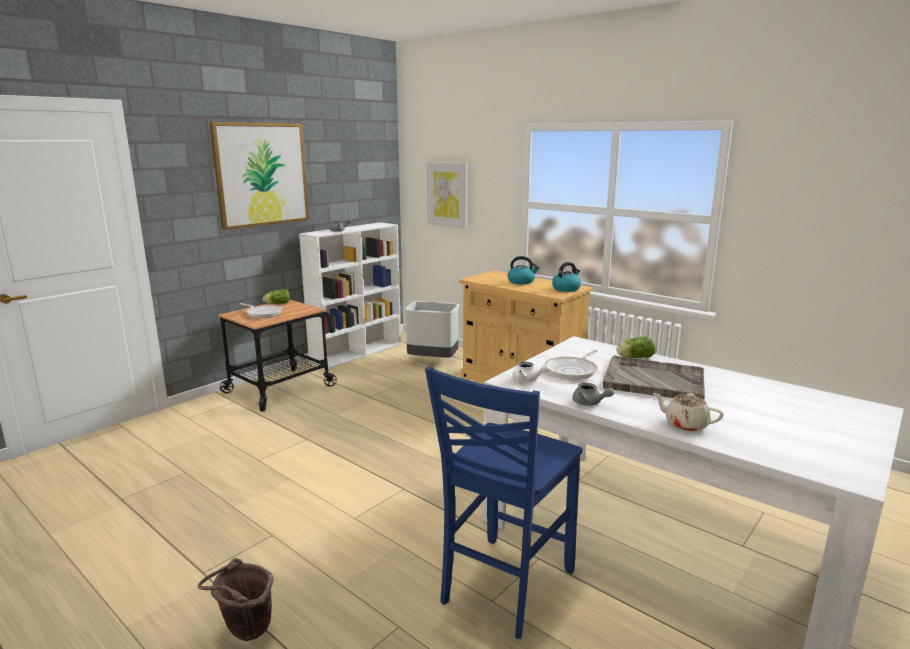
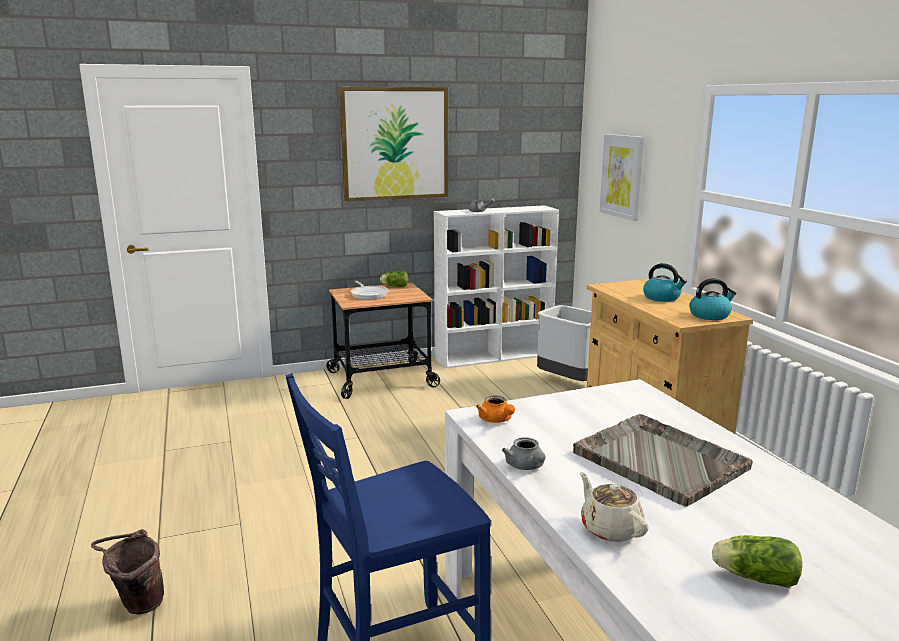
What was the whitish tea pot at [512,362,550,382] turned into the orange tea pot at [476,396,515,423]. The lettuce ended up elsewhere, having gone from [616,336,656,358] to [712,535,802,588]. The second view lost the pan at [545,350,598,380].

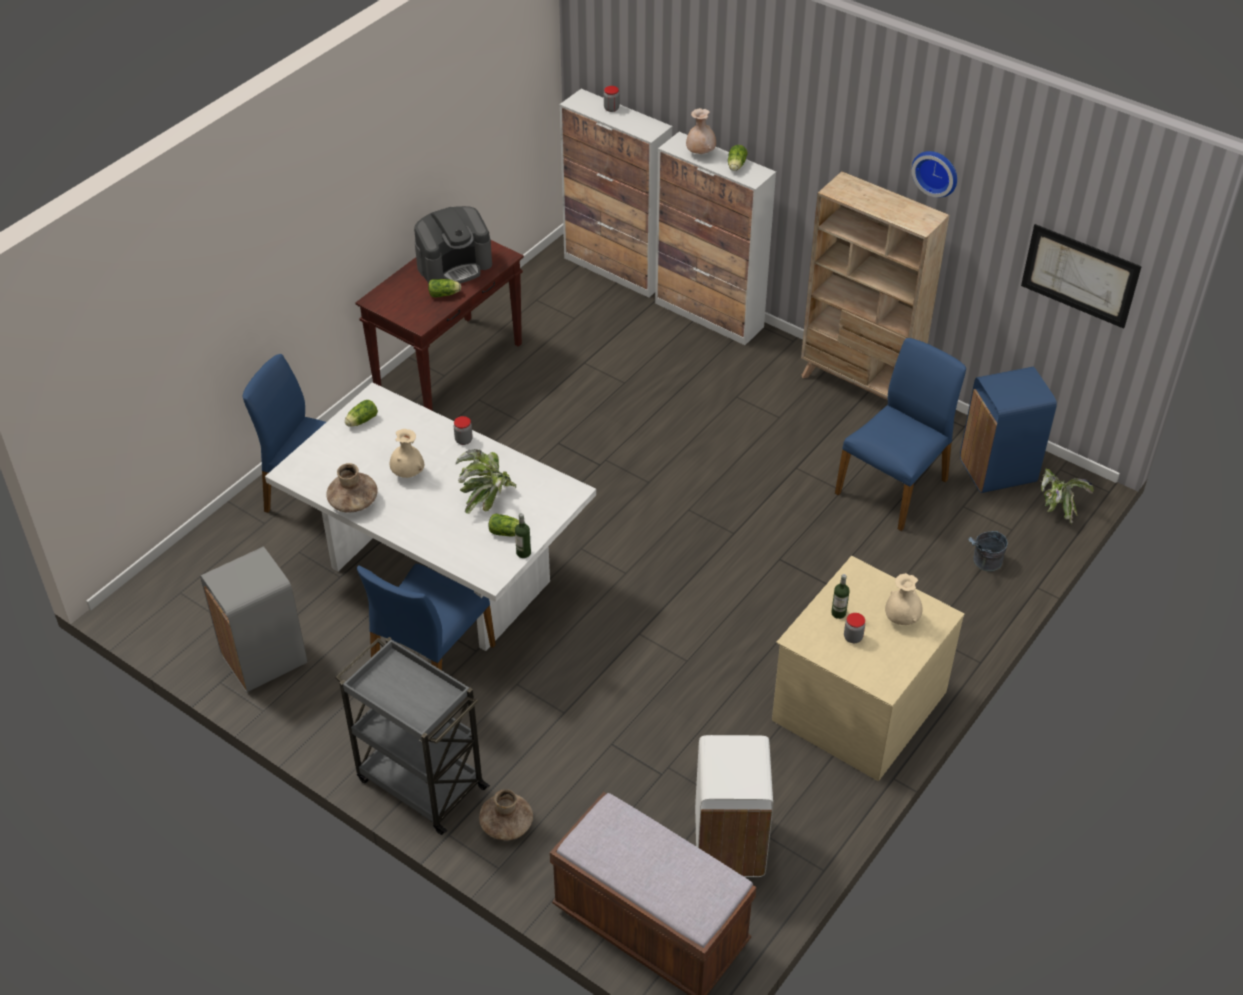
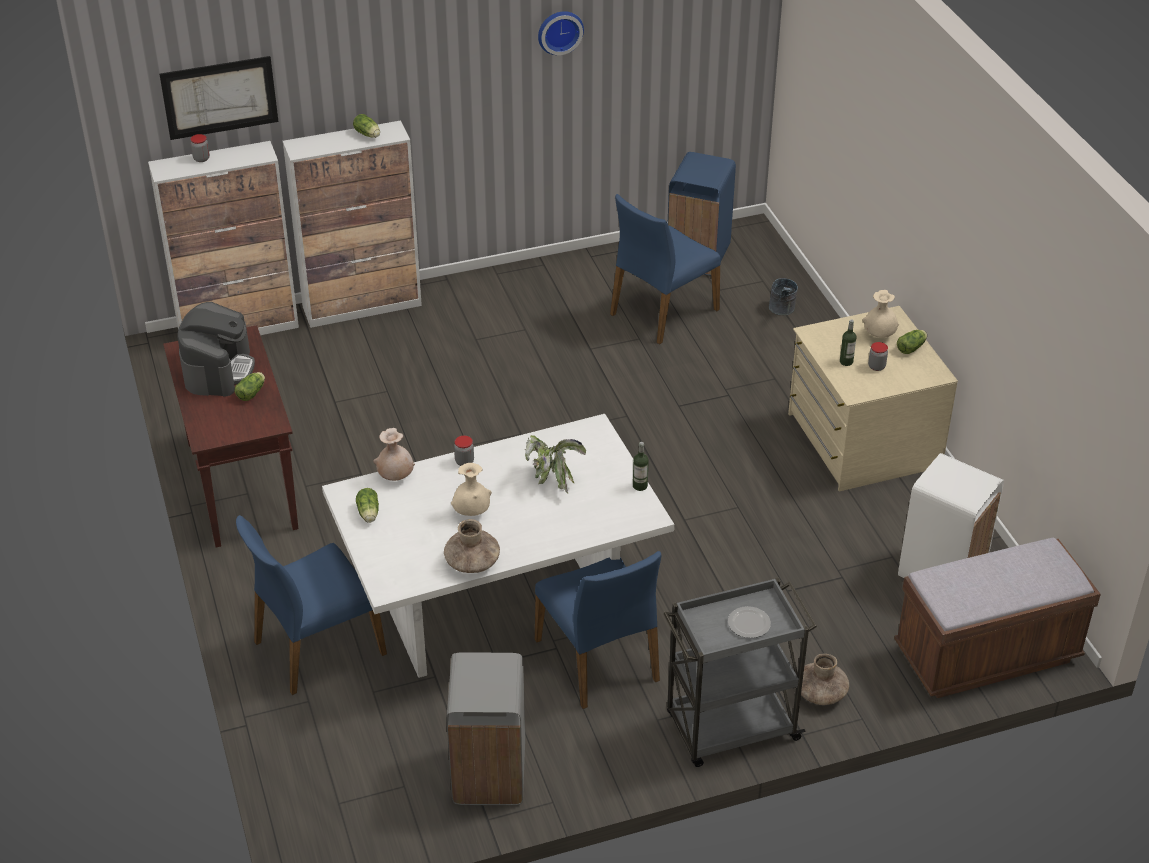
The wall picture ended up elsewhere, having gone from [1021,224,1142,329] to [159,56,278,140]. The beige vase ended up elsewhere, having gone from [686,108,716,154] to [374,428,415,481]. The bluish upright chair at [835,338,966,531] ended up facing another way, 120 degrees counterclockwise from before. The second view gained the plate at [728,606,771,638]. The lettuce ended up elsewhere, having gone from [488,514,519,536] to [897,330,927,354]. The second view lost the beige bookcase at [801,171,950,400]. The second view lost the houseplant at [1040,469,1094,524].

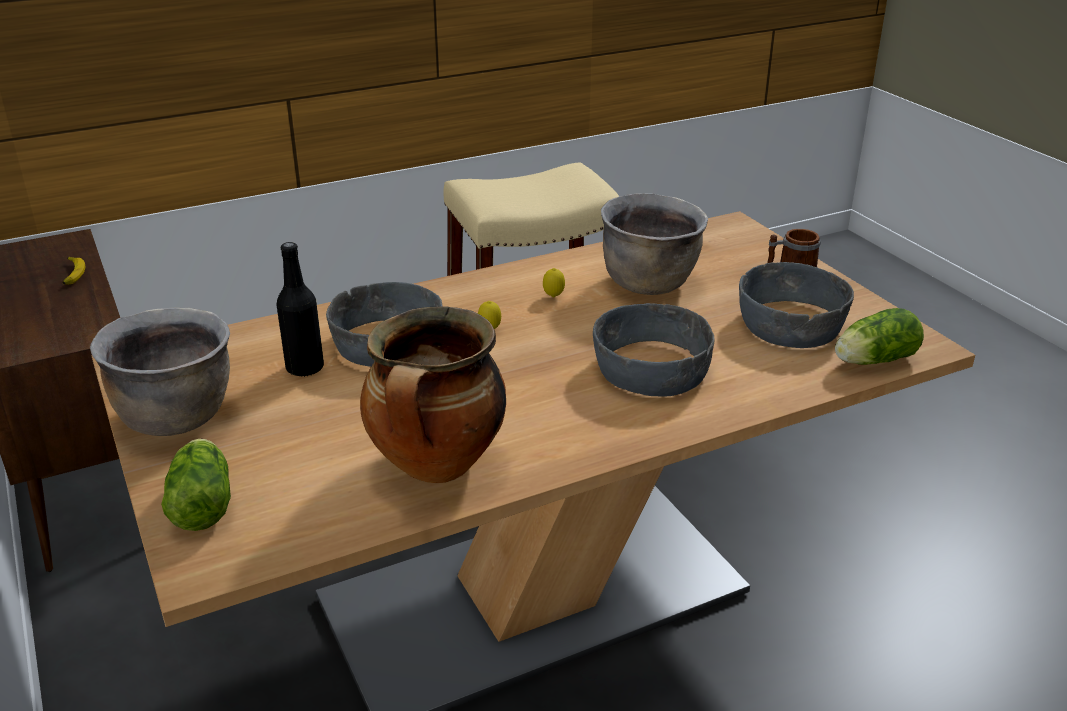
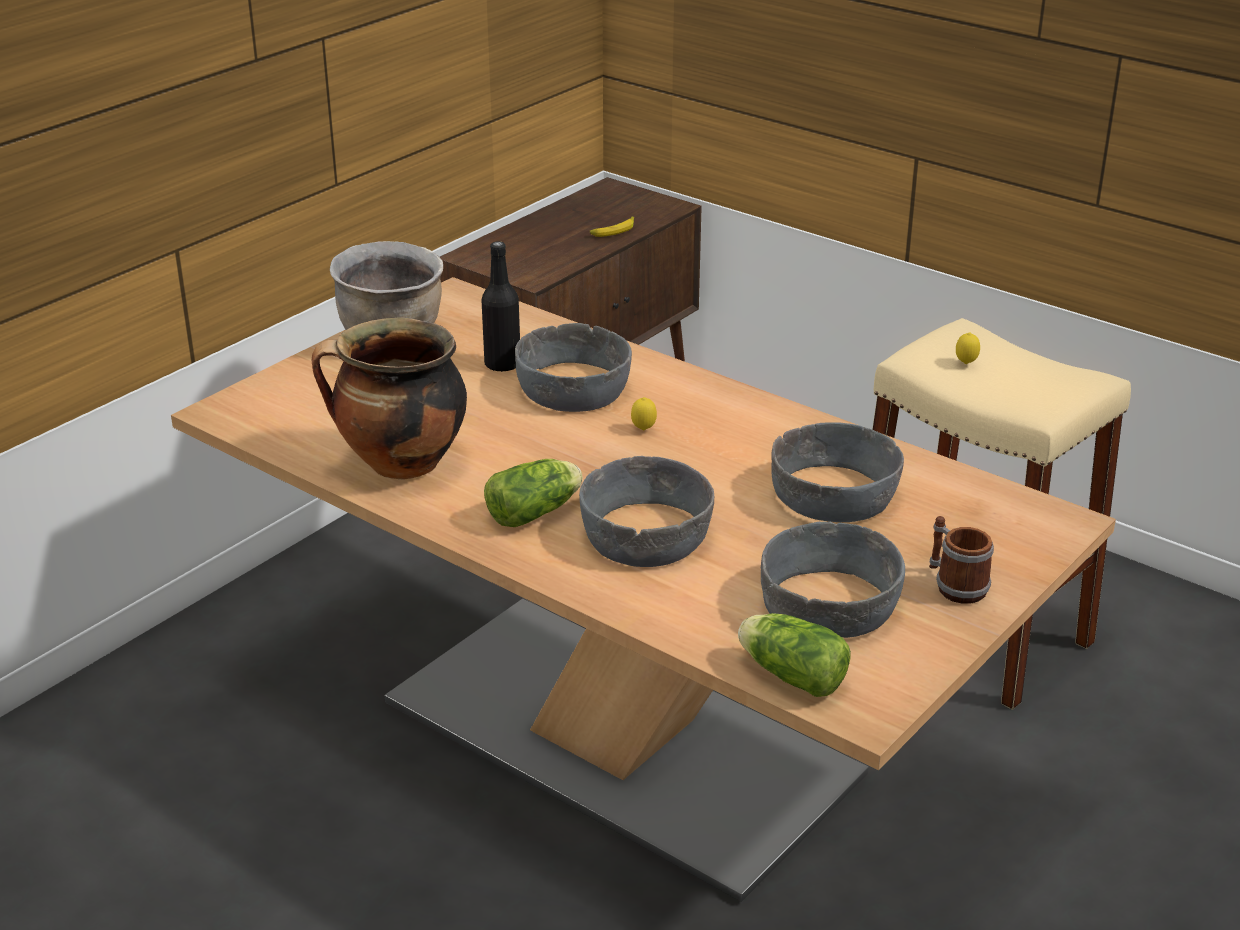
The lettuce ended up elsewhere, having gone from [161,439,231,531] to [484,459,583,527]. Where the brown-coloured stockpot stood at [601,193,708,295], the gray serving bowl came to stand at [771,422,904,522]. The lemon ended up elsewhere, having gone from [543,268,565,297] to [956,333,980,364].

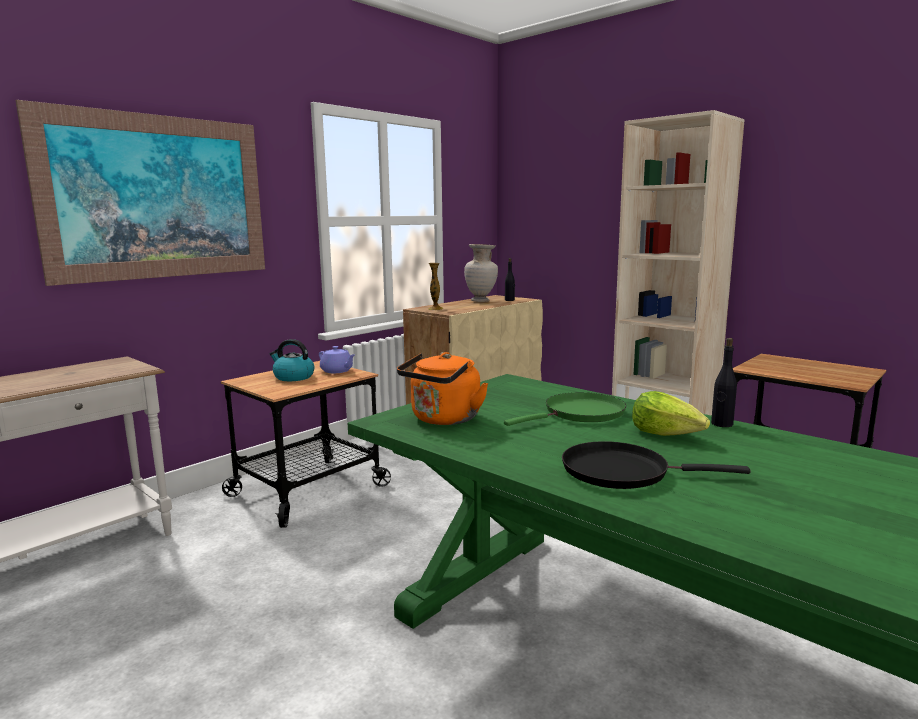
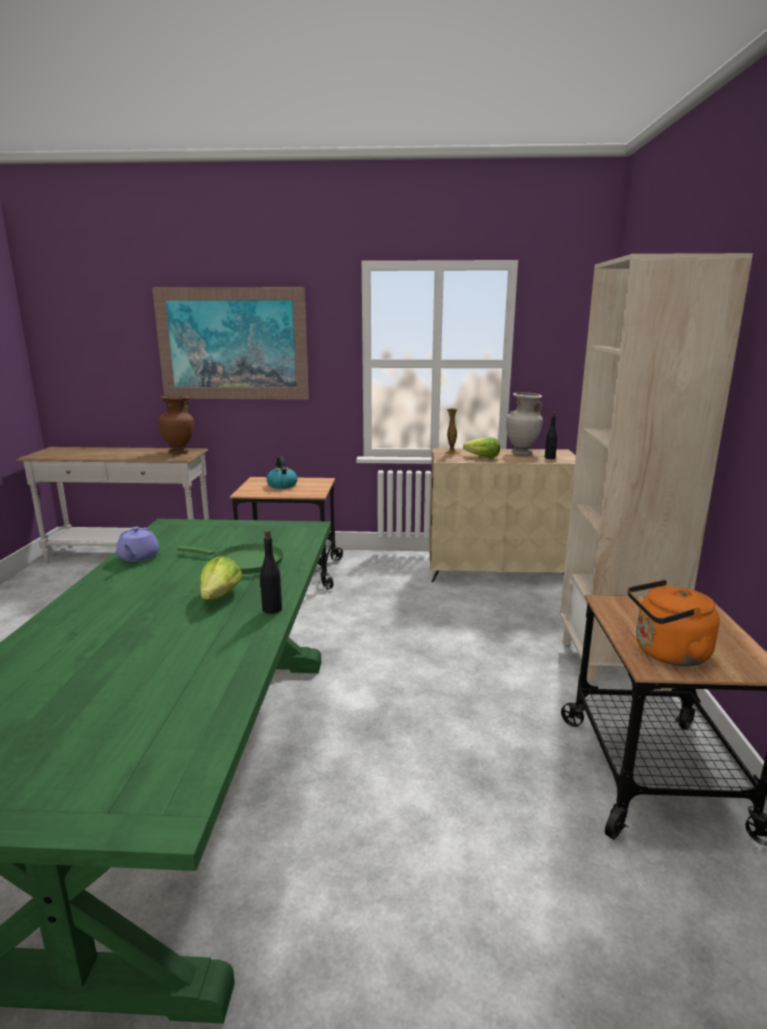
The purple-coloured tea pot ended up elsewhere, having gone from [319,346,355,373] to [116,527,159,562]. The second view gained the brown-coloured vase at [159,395,194,454]. The second view gained the lettuce at [463,437,500,458]. The orange tea kettle ended up elsewhere, having gone from [397,352,488,425] to [628,580,720,666]. The second view lost the black-coloured pan at [562,441,751,489].

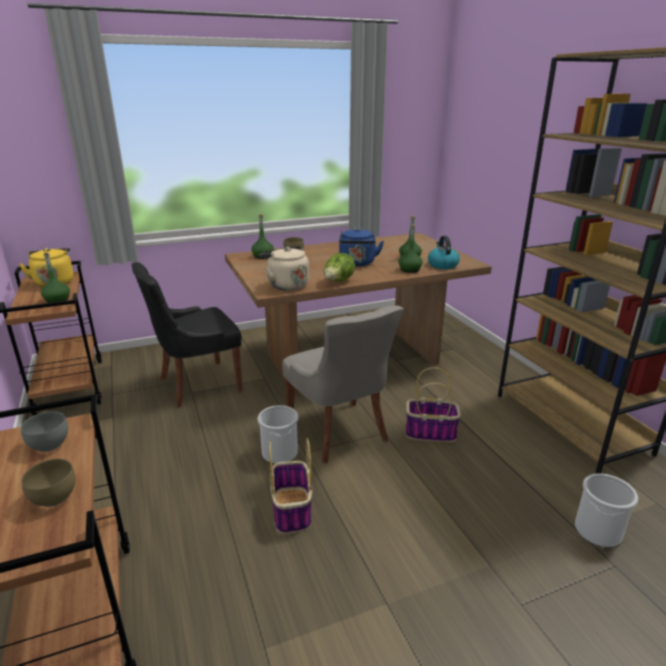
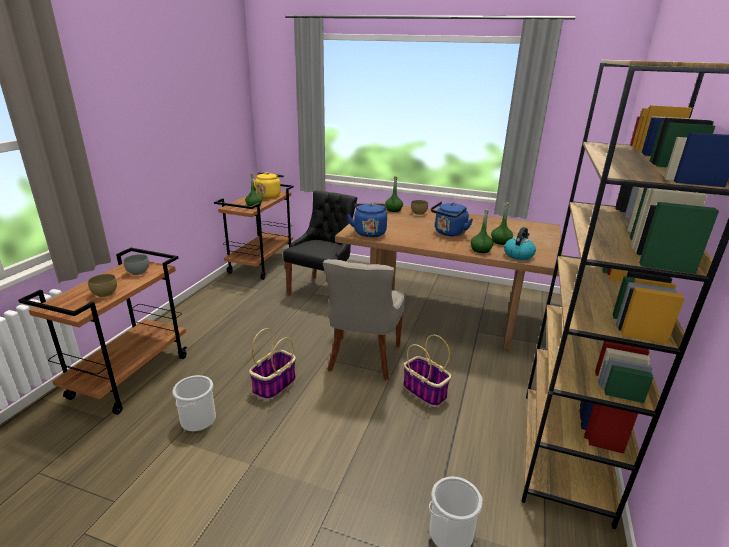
The water bucket ended up elsewhere, having gone from [257,405,298,464] to [172,375,216,432]. The black-coloured upright chair at [131,262,243,408] ended up facing another way, 105 degrees clockwise from before. What was the beige tea kettle at [259,246,309,291] turned into the bluish tea kettle at [347,203,387,237]. The second view lost the lettuce at [324,253,355,282].

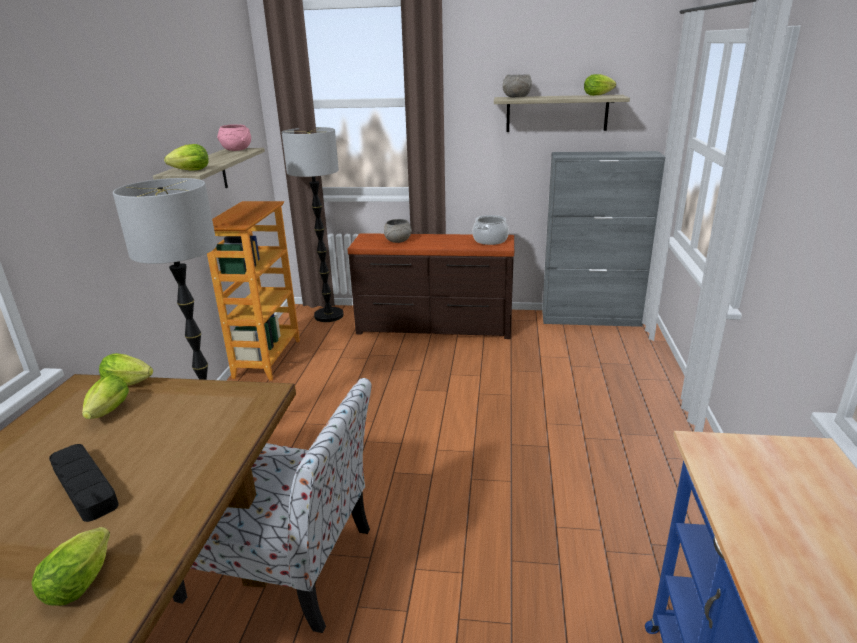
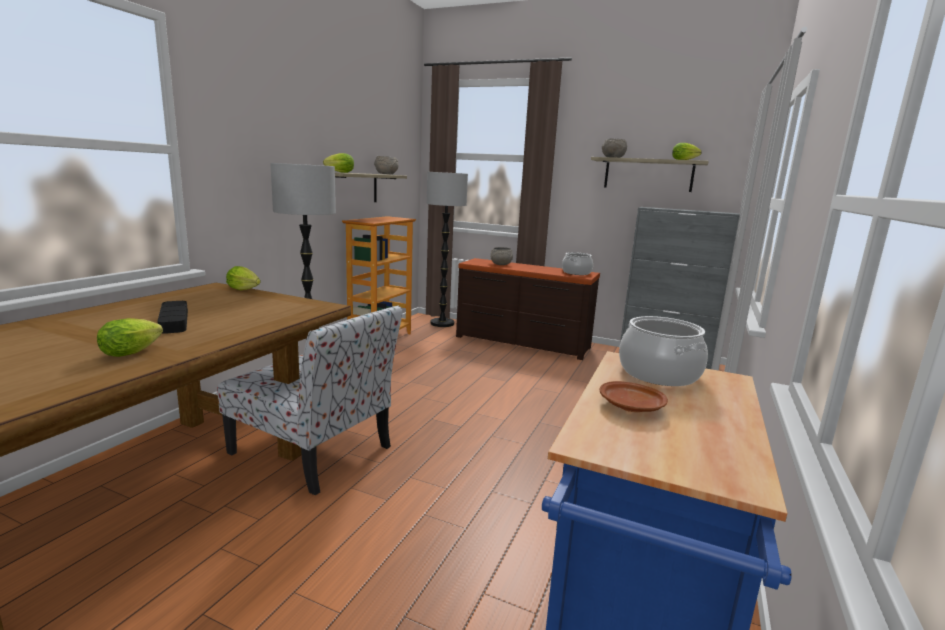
What was the pink-coloured serving bowl at [217,124,251,151] turned into the gray serving bowl at [374,156,399,175]. The second view gained the brown-coloured plate at [600,381,668,412]. The second view gained the stockpot at [619,316,708,386]. The second view lost the lettuce at [82,375,129,419].

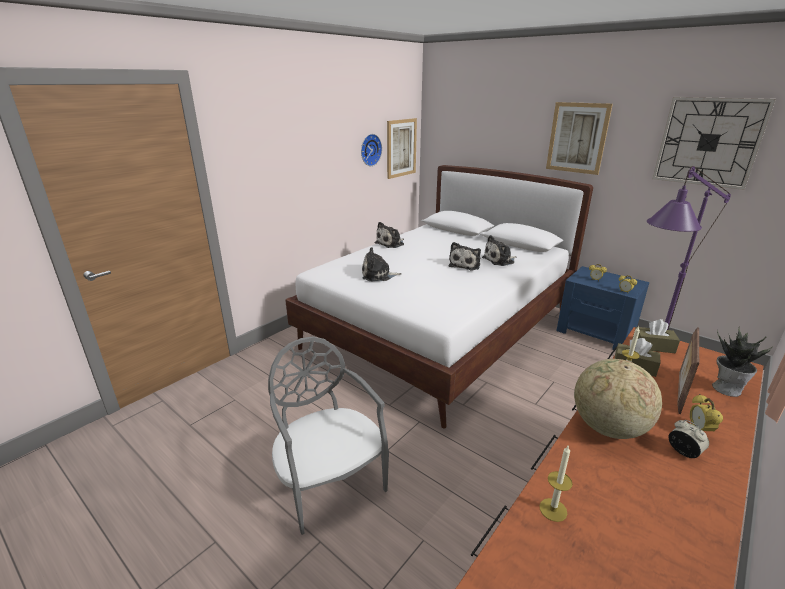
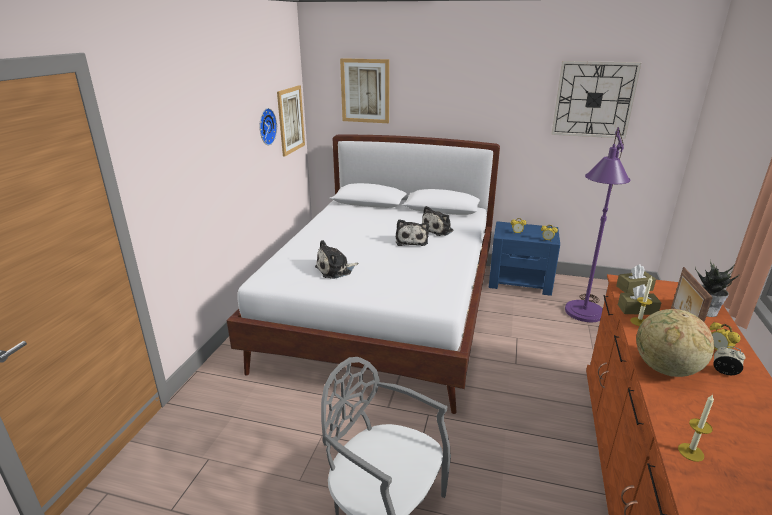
The wall picture ended up elsewhere, having gone from [546,102,613,175] to [340,58,389,123]. The second view lost the soft toy at [375,222,404,248].

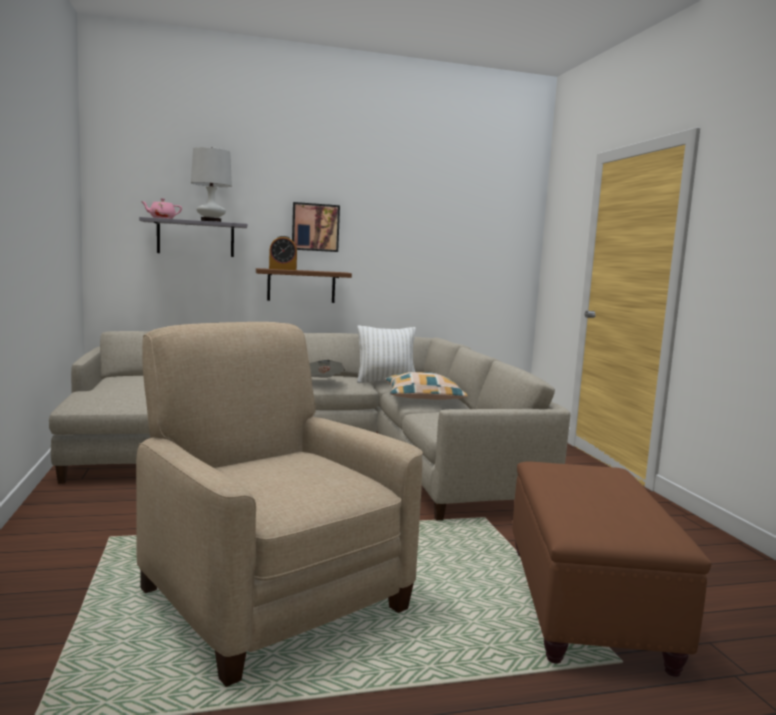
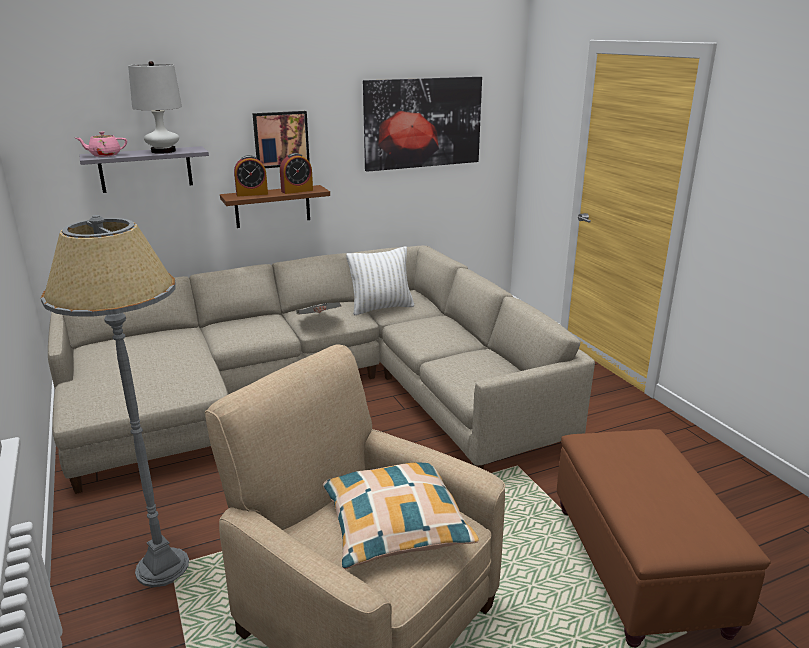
The second view gained the gray floor lamp at [41,215,189,587]. The second view gained the table clock at [280,153,313,194]. The pillow ended up elsewhere, having gone from [385,372,468,400] to [323,463,479,569]. The second view gained the wall picture at [363,77,482,172].

